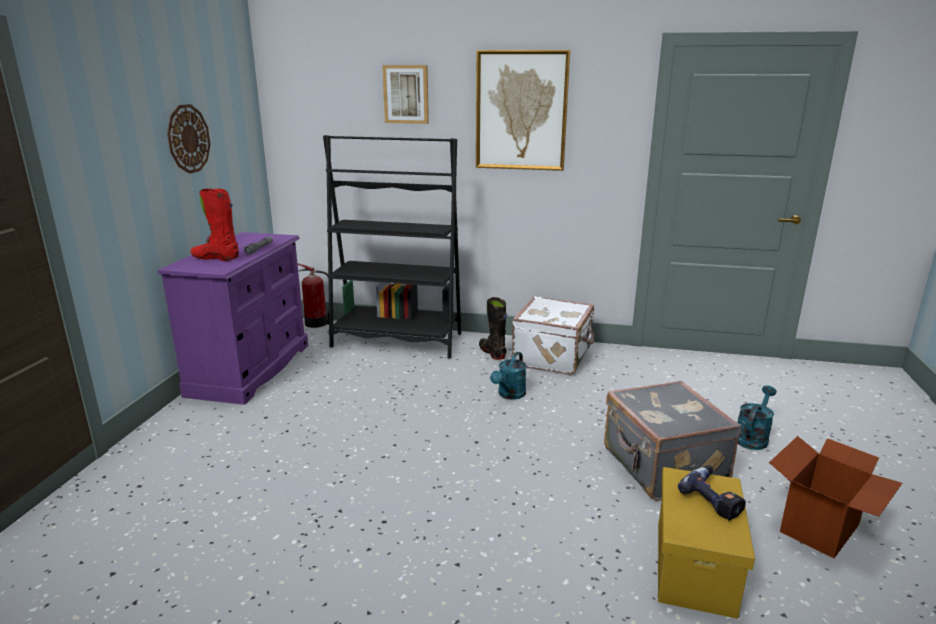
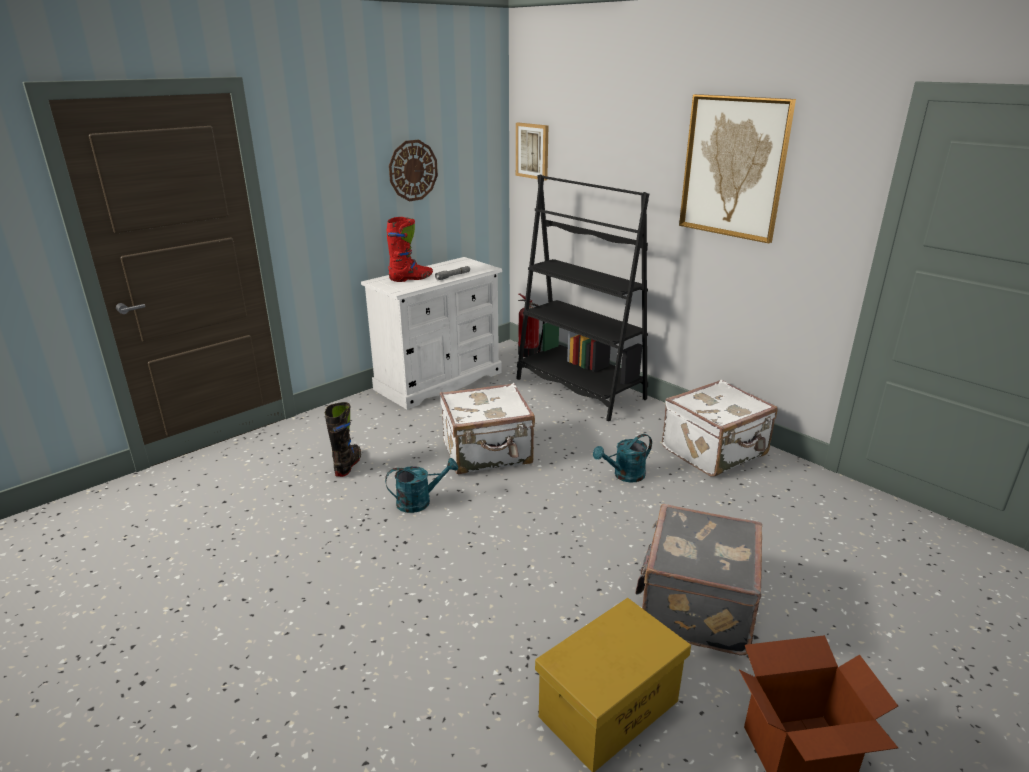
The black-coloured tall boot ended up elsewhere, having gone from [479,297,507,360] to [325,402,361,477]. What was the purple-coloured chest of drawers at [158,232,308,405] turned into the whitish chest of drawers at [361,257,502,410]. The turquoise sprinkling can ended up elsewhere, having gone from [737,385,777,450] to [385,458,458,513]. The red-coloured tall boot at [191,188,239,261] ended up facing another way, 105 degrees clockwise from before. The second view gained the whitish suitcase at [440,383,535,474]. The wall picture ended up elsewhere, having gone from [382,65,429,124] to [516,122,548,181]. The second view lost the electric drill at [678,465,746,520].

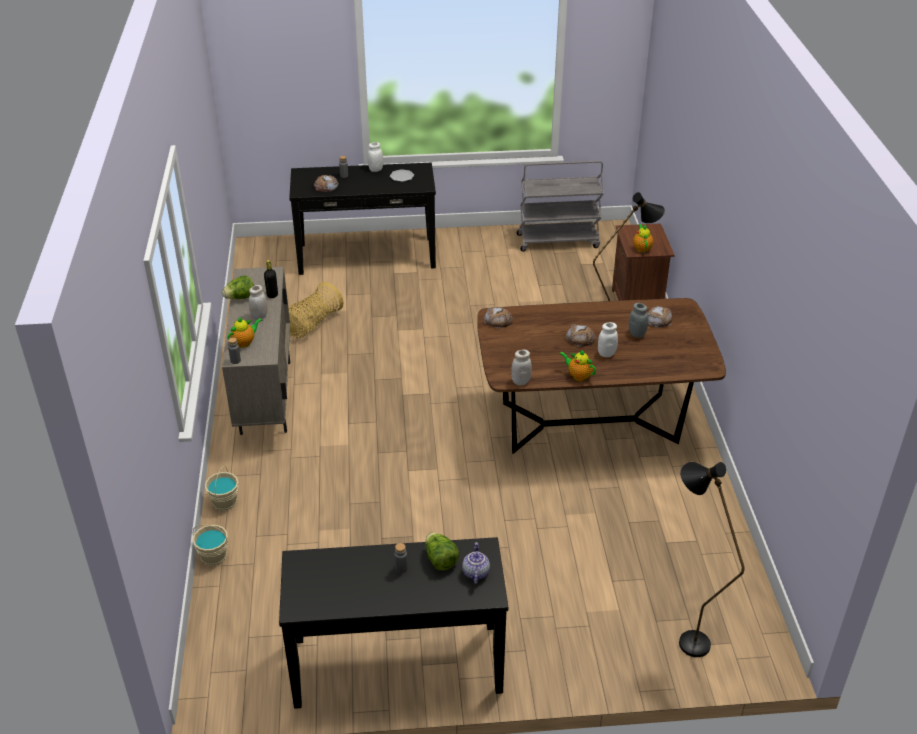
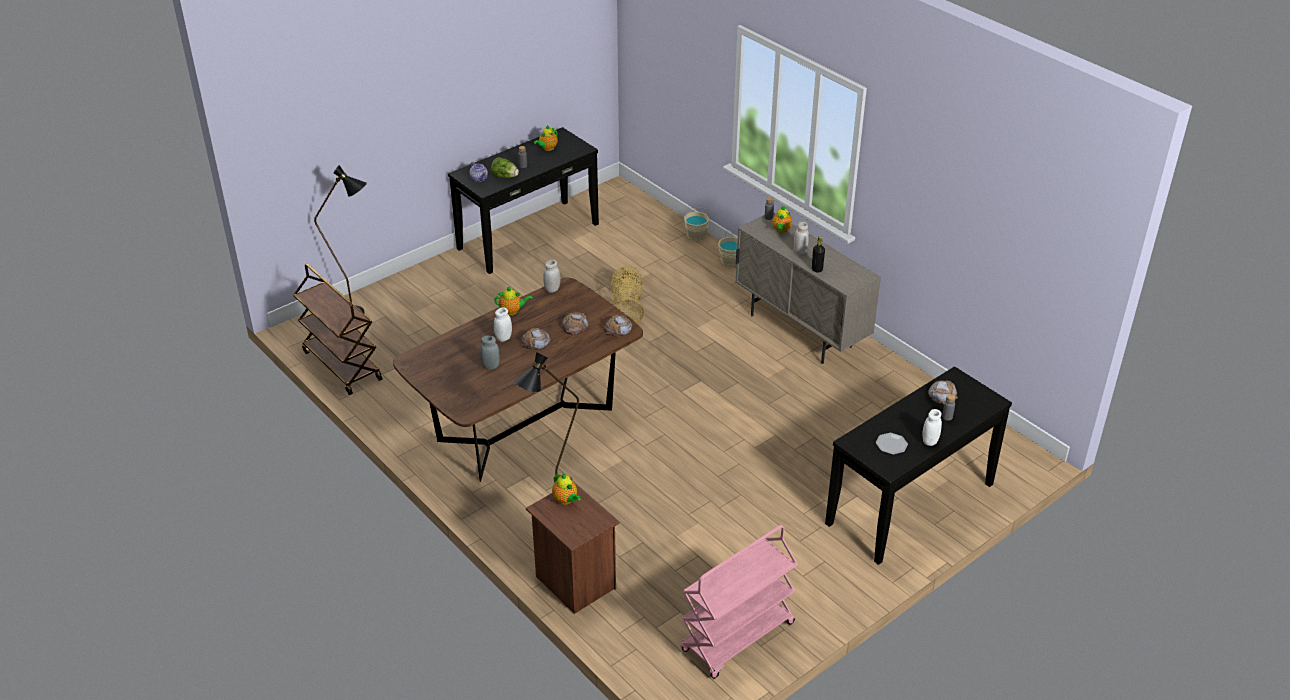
The second view gained the brown-coloured cart at [293,264,382,395]. The second view gained the tea pot at [534,125,558,151]. The bakery bread ended up elsewhere, having gone from [647,306,672,328] to [561,312,588,335]. The basket ended up elsewhere, having gone from [288,282,343,338] to [611,266,644,323]. What was the gray cart at [517,161,604,252] turned into the pink-coloured cart at [681,525,798,679]. The second view lost the lettuce at [222,276,254,299].

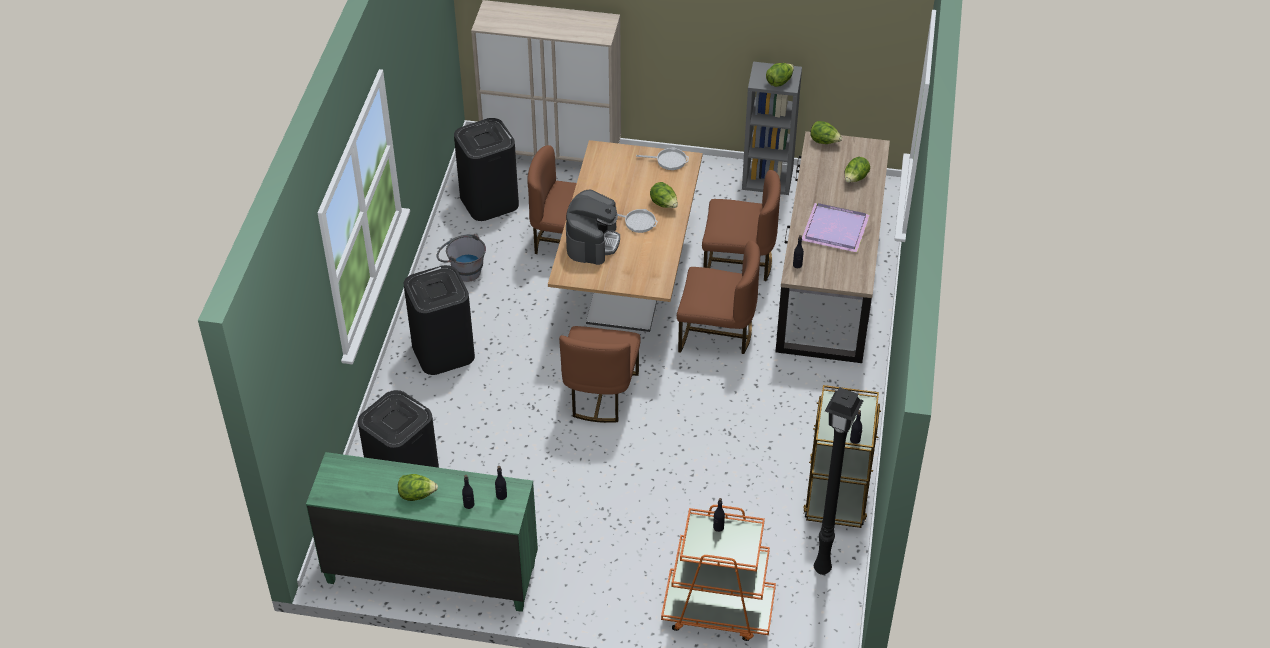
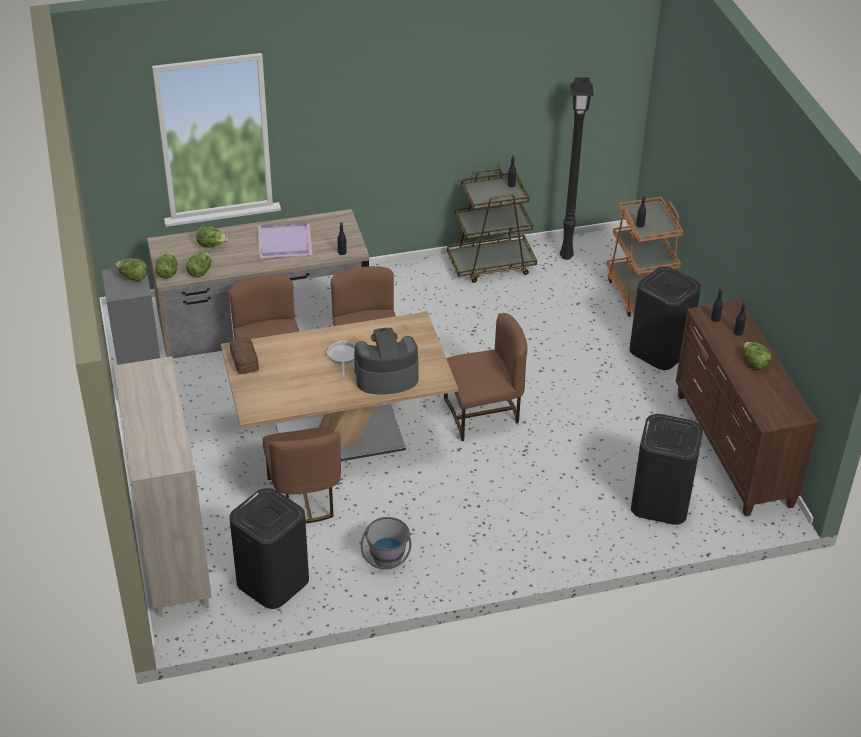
The lettuce ended up elsewhere, having gone from [650,182,678,208] to [186,253,211,278]. Where the pan stood at [636,147,689,170], the bakery bread came to stand at [230,337,259,374]. The black-coloured rubbish bin ended up elsewhere, having gone from [404,265,475,375] to [629,267,701,370]. What was the green-coloured chest of drawers at [306,452,538,612] turned into the brown-coloured chest of drawers at [676,300,819,517].

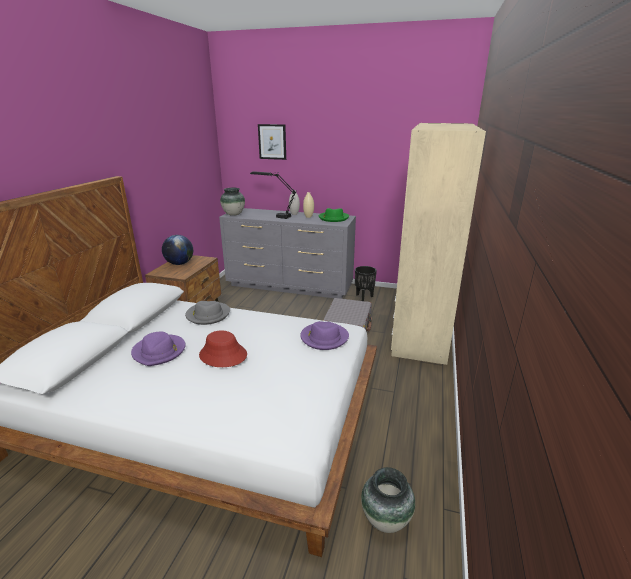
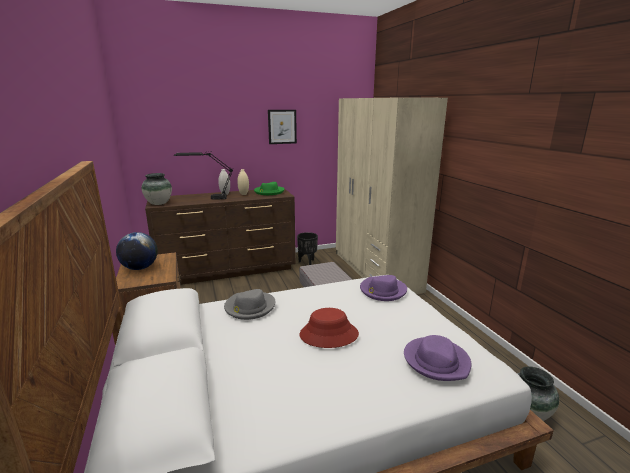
What was the gray chest of drawers at [219,208,356,299] turned into the brown-coloured chest of drawers at [145,188,296,285]. The wall picture ended up elsewhere, having gone from [258,124,286,160] to [268,110,297,144]. The purple-coloured wearable hat ended up elsewhere, having gone from [131,332,186,366] to [404,335,471,381].

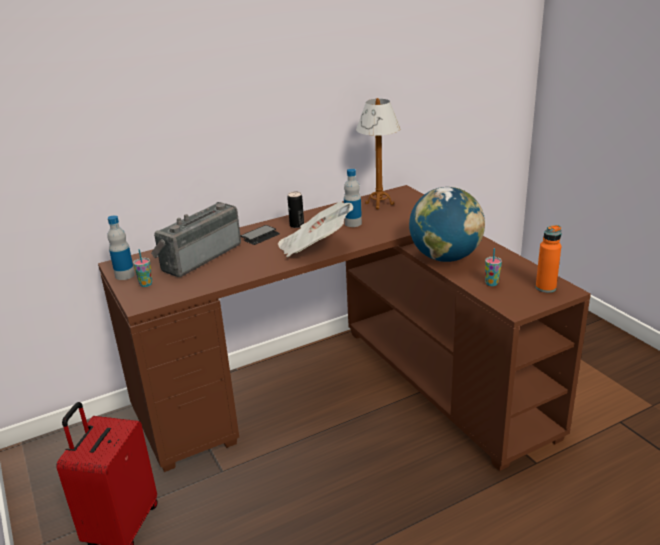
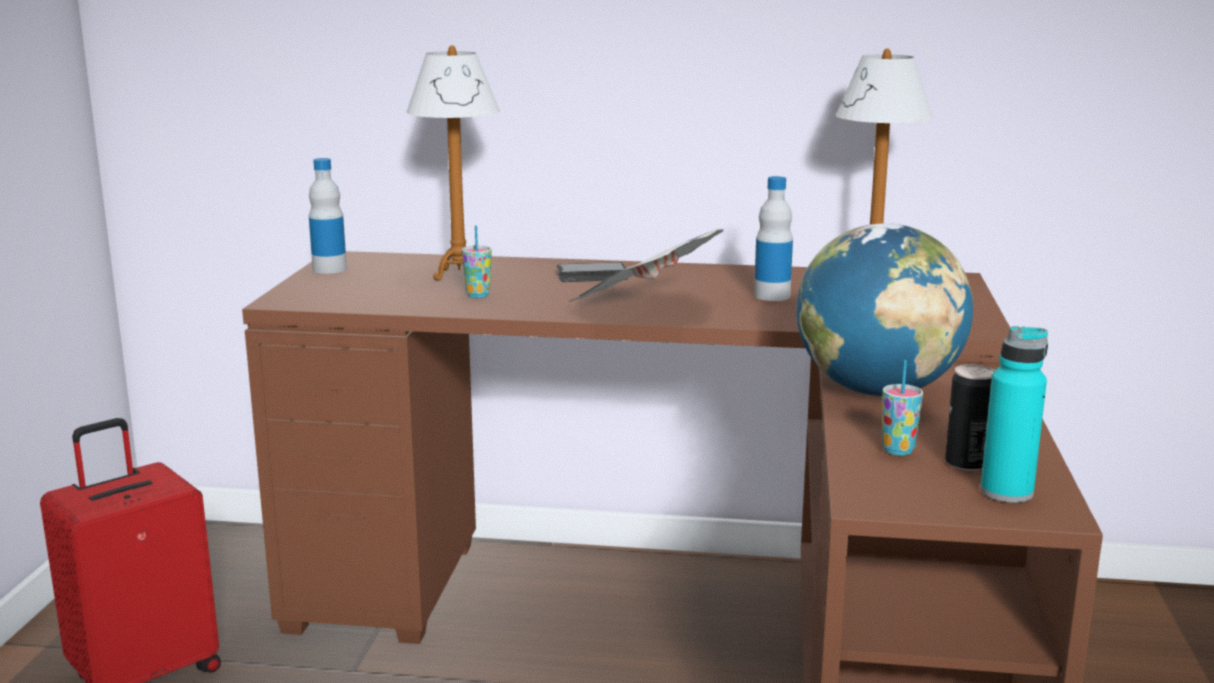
Where the radio receiver stood at [151,202,241,277], the table lamp came to stand at [407,45,500,281]. The cup ended up elsewhere, having gone from [133,249,152,287] to [462,225,491,298]. The sealed can ended up elsewhere, having gone from [287,192,304,228] to [945,364,995,471]. What was the orange drink bottle at [536,225,562,293] turned into the turquoise drink bottle at [980,326,1048,503].

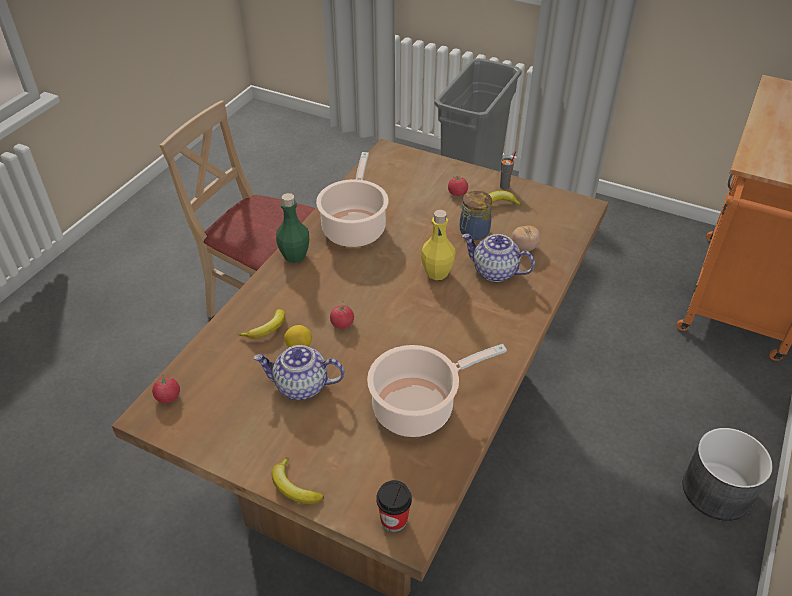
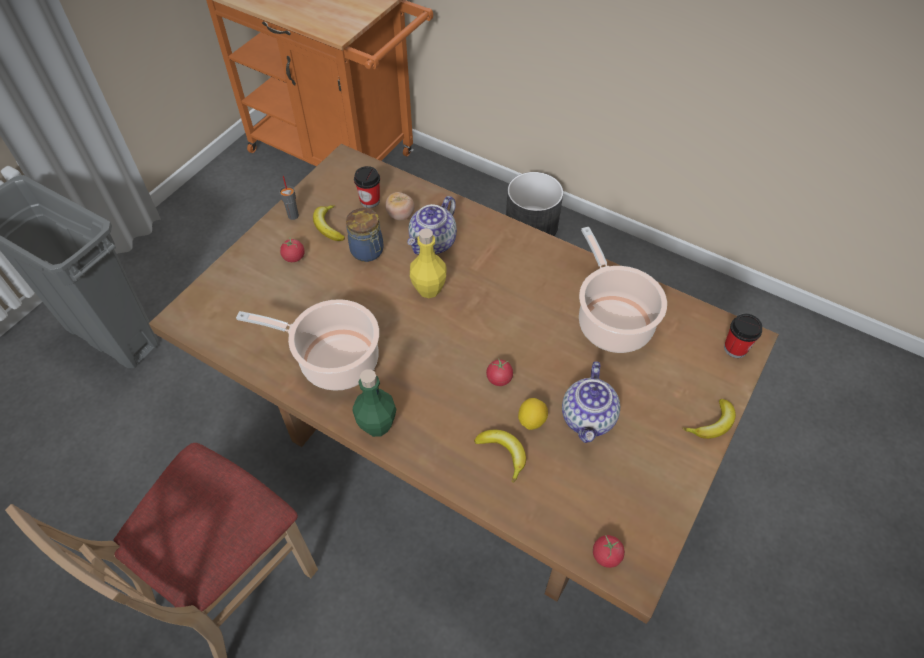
The second view gained the cup at [354,166,380,208].

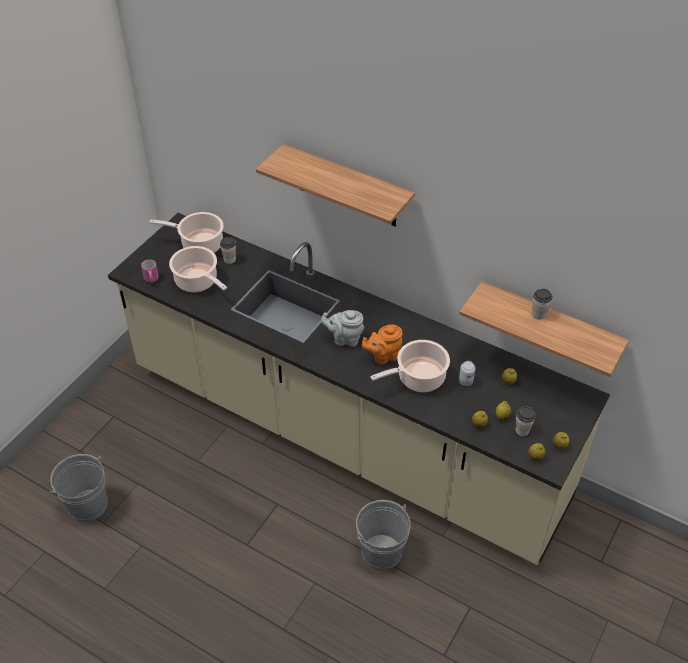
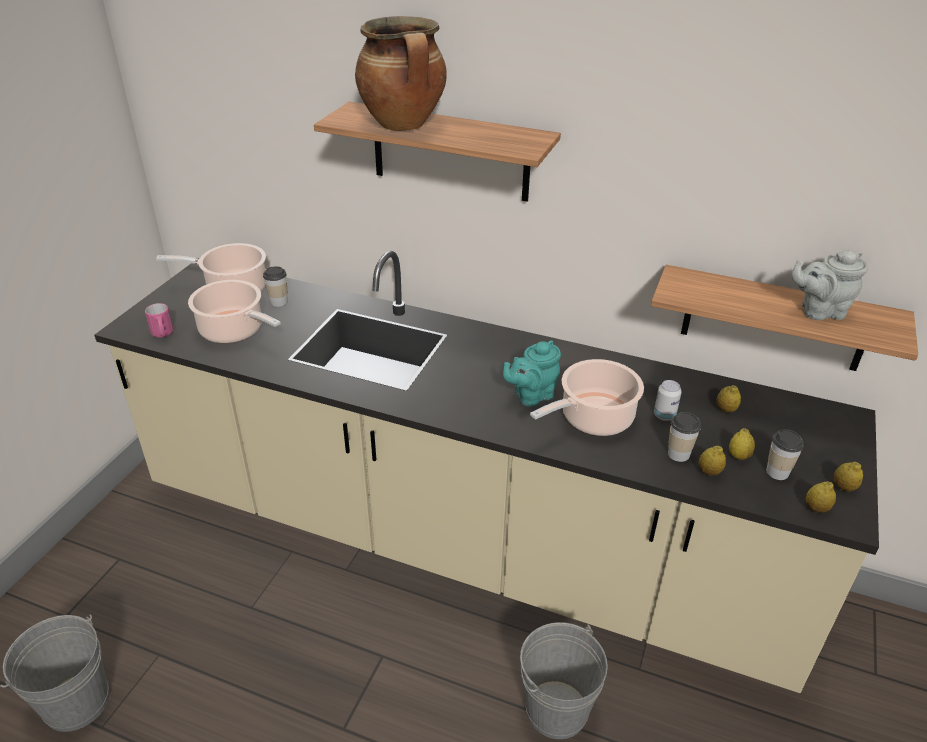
The second view gained the stockpot at [355,16,447,131]. What was the orange tea pot at [362,324,403,364] turned into the turquoise tea pot at [503,340,561,407]. The cup ended up elsewhere, having gone from [532,289,552,320] to [668,412,701,462]. The gray tea pot ended up elsewhere, having gone from [321,310,365,347] to [791,250,868,320].

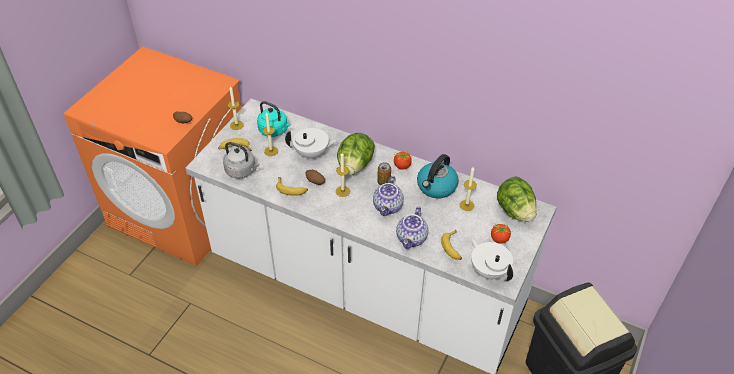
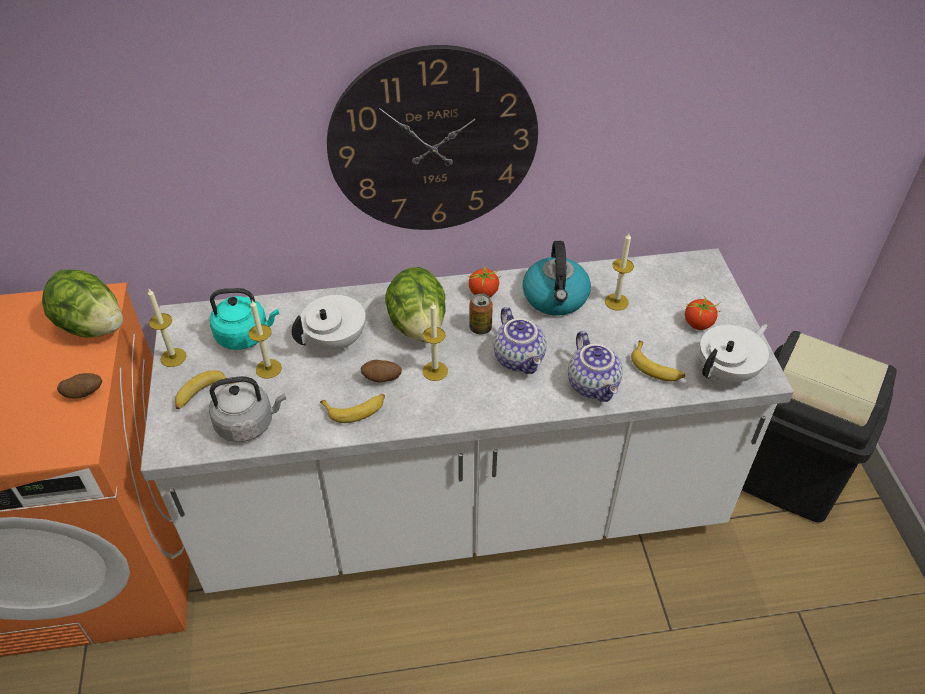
The lettuce ended up elsewhere, having gone from [497,176,537,222] to [42,270,123,338]. The second view gained the wall clock at [327,45,538,230]. The whitish tea pot at [471,237,513,281] ended up facing another way, 120 degrees clockwise from before.

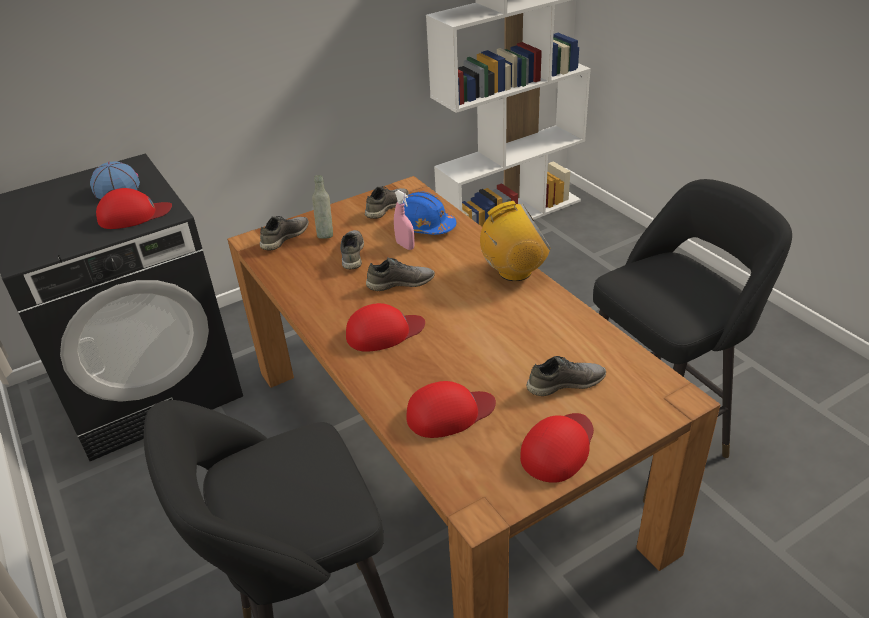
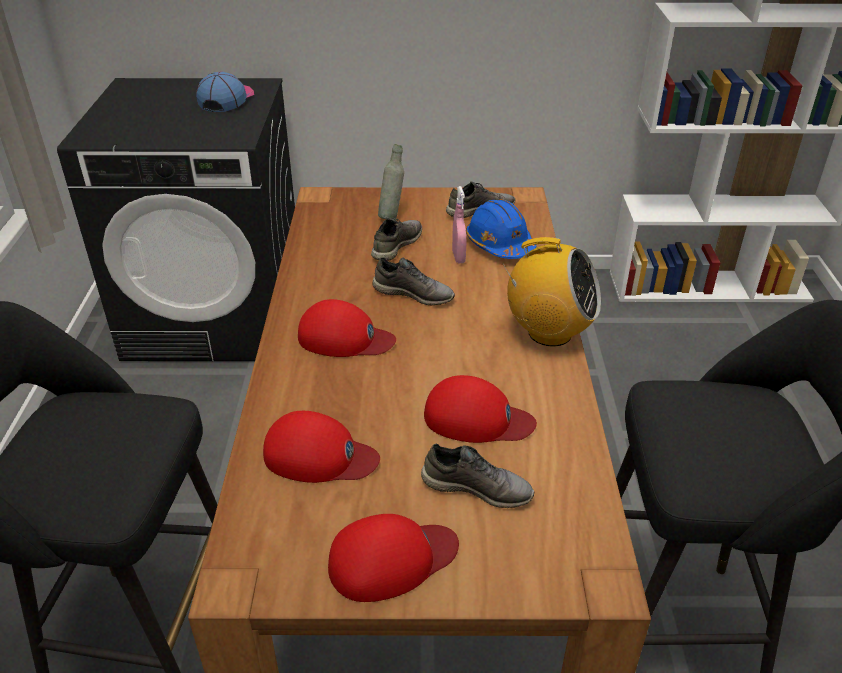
The red-coloured cap ended up elsewhere, having gone from [96,188,172,229] to [424,375,537,443]. The second view lost the gray shoe at [260,216,309,251].

